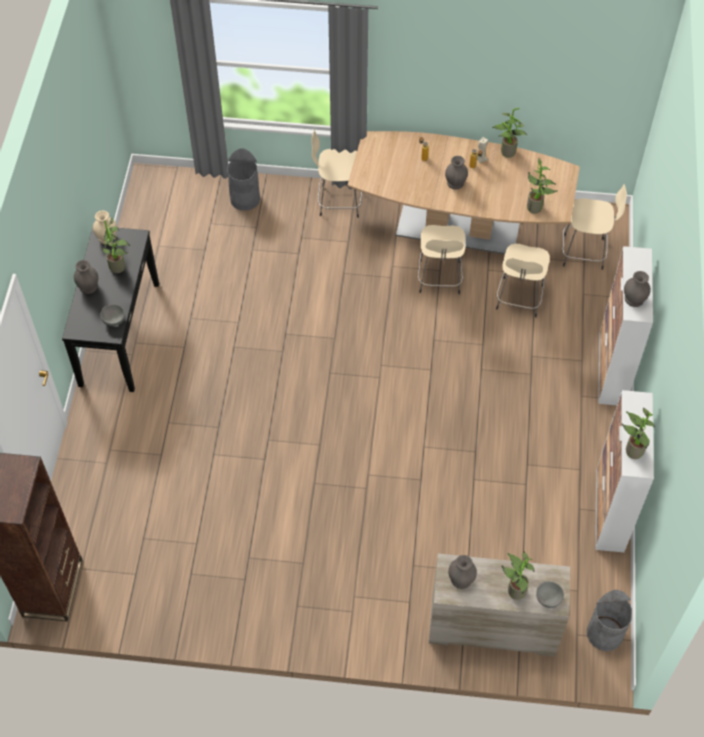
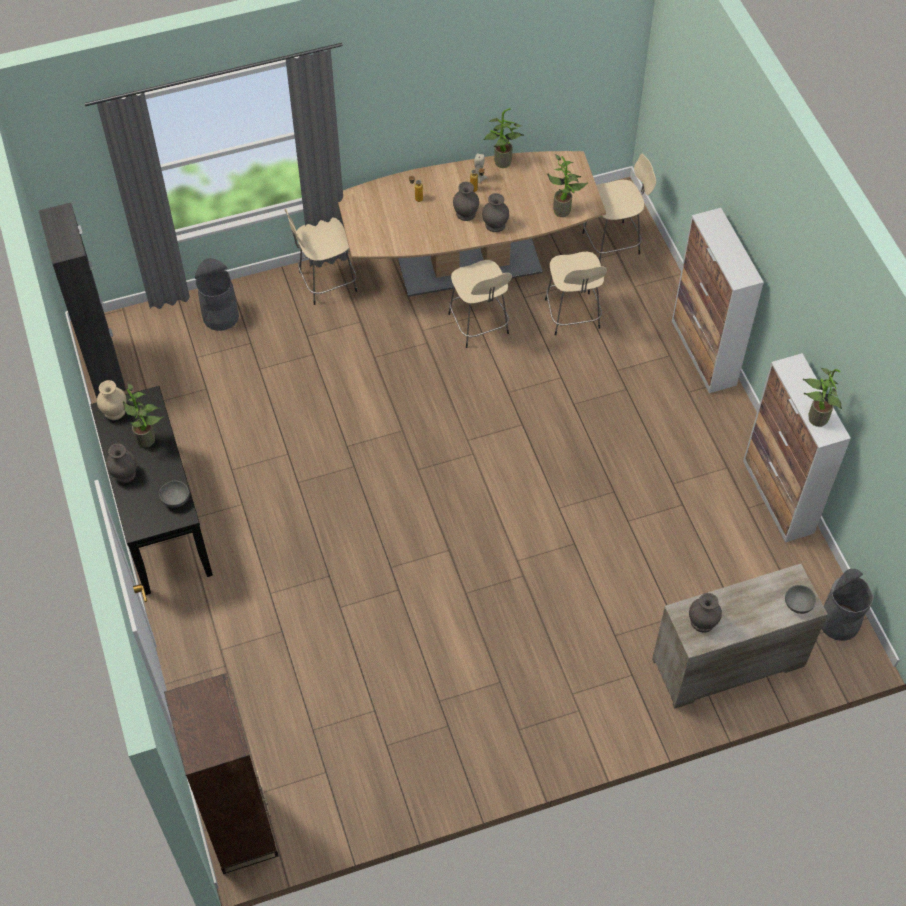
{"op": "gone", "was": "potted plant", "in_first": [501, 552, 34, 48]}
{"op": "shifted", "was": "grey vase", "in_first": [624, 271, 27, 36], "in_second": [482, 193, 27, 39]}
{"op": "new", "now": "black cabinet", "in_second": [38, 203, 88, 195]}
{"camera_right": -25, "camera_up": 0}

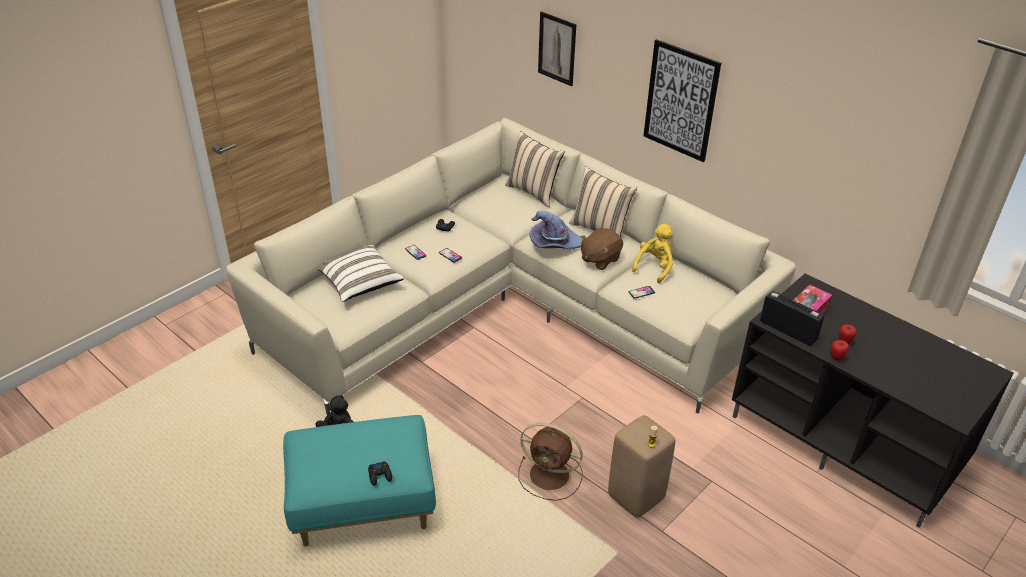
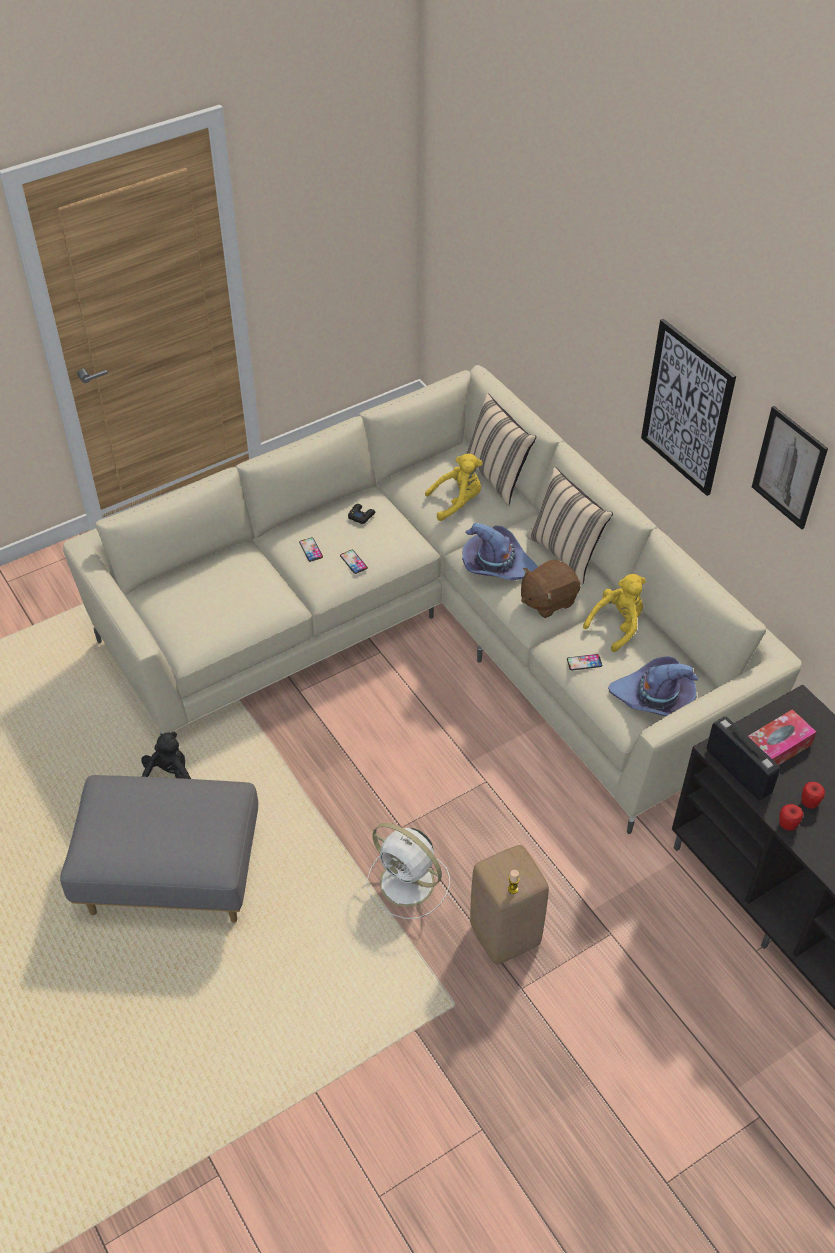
{"op": "repainted", "was": "turquoise ottoman", "now": "grey ottoman", "in_first": [283, 415, 153, 131], "in_second": [60, 775, 198, 148]}
{"op": "gone", "was": "white pillow", "in_first": [319, 245, 85, 57]}
{"op": "gone", "was": "black game controller", "in_first": [368, 461, 24, 25]}
{"op": "repainted", "was": "brown fan", "now": "white fan", "in_first": [518, 423, 65, 78], "in_second": [367, 823, 83, 96]}
{"op": "shifted", "was": "picture", "in_first": [538, 11, 38, 75], "in_second": [752, 406, 76, 124]}
{"op": "new", "now": "yellow plush toy", "in_second": [425, 454, 58, 67]}
{"op": "new", "now": "purple hat", "in_second": [608, 656, 90, 60]}
{"camera_right": 15, "camera_up": 10}

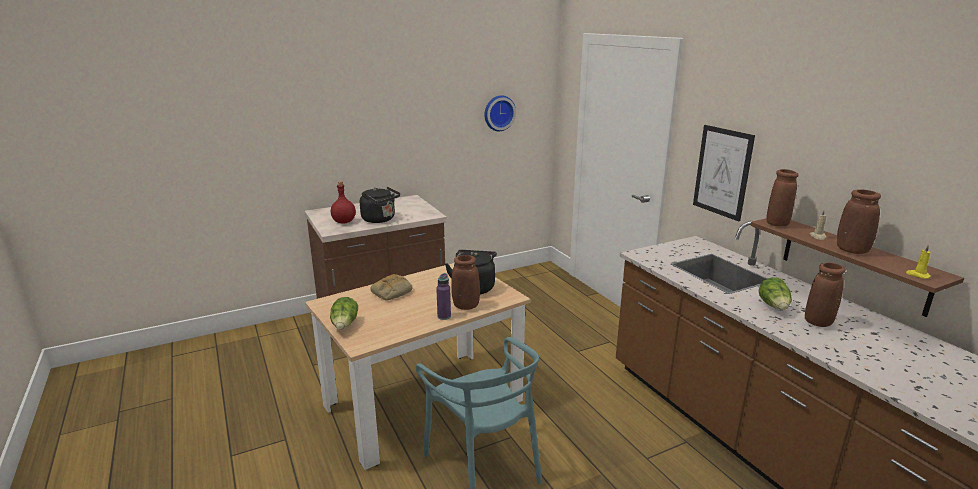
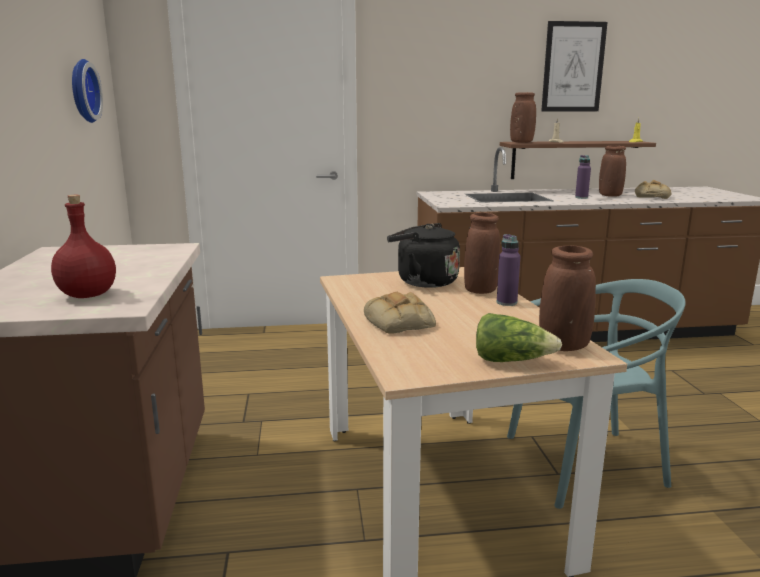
{"op": "gone", "was": "black kettle", "in_first": [360, 187, 40, 36]}
{"op": "shifted", "was": "picture", "in_first": [693, 125, 62, 97], "in_second": [541, 21, 66, 90]}
{"op": "swapped", "was": "lettuce", "now": "purple bottle", "in_first": [759, 277, 33, 33], "in_second": [575, 155, 16, 44]}
{"op": "shifted", "was": "brown vase", "in_first": [837, 189, 44, 65], "in_second": [539, 246, 57, 105]}
{"op": "new", "now": "bread", "in_second": [635, 180, 36, 19]}
{"camera_right": -70, "camera_up": -5}

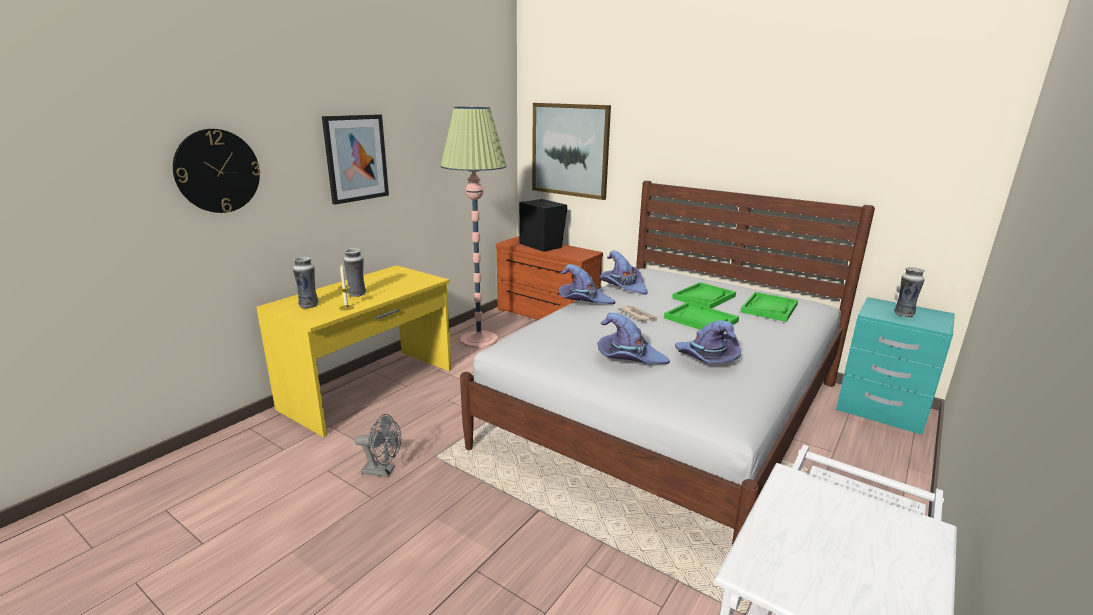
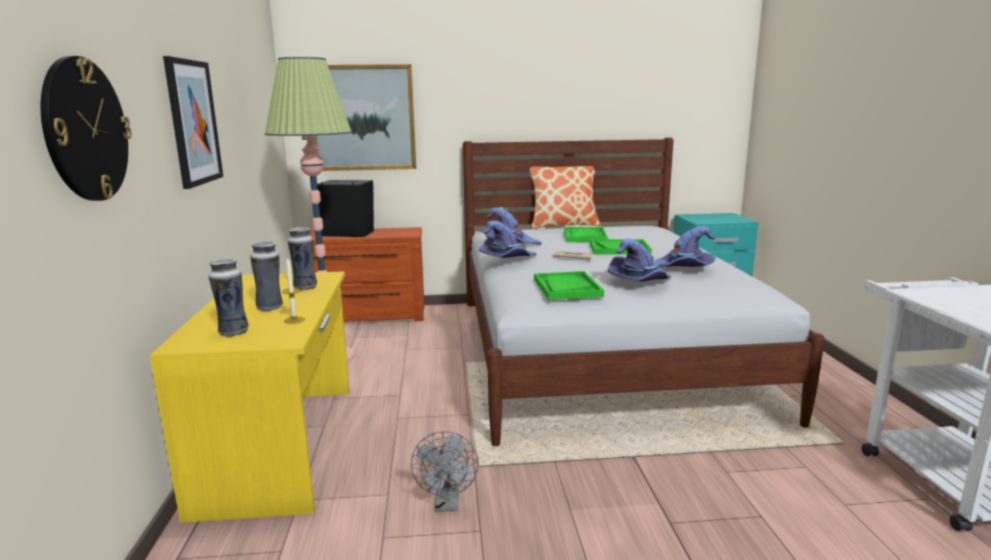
{"op": "rotated", "was": "grey fan", "in_first": [354, 414, 47, 63], "in_second": [411, 431, 68, 81], "clockwise": 120}
{"op": "shifted", "was": "green tray", "in_first": [741, 292, 57, 30], "in_second": [534, 271, 70, 29]}
{"op": "shifted", "was": "vase", "in_first": [894, 267, 31, 50], "in_second": [288, 227, 29, 63]}
{"op": "new", "now": "pillow", "in_second": [530, 166, 71, 63]}
{"camera_right": -40, "camera_up": -5}

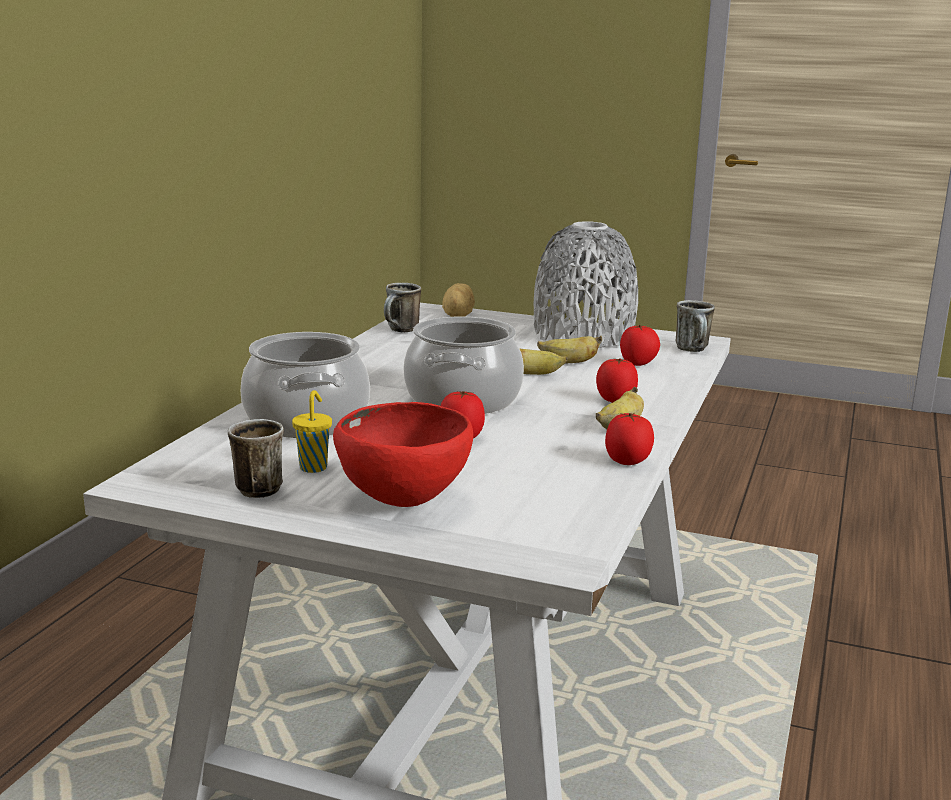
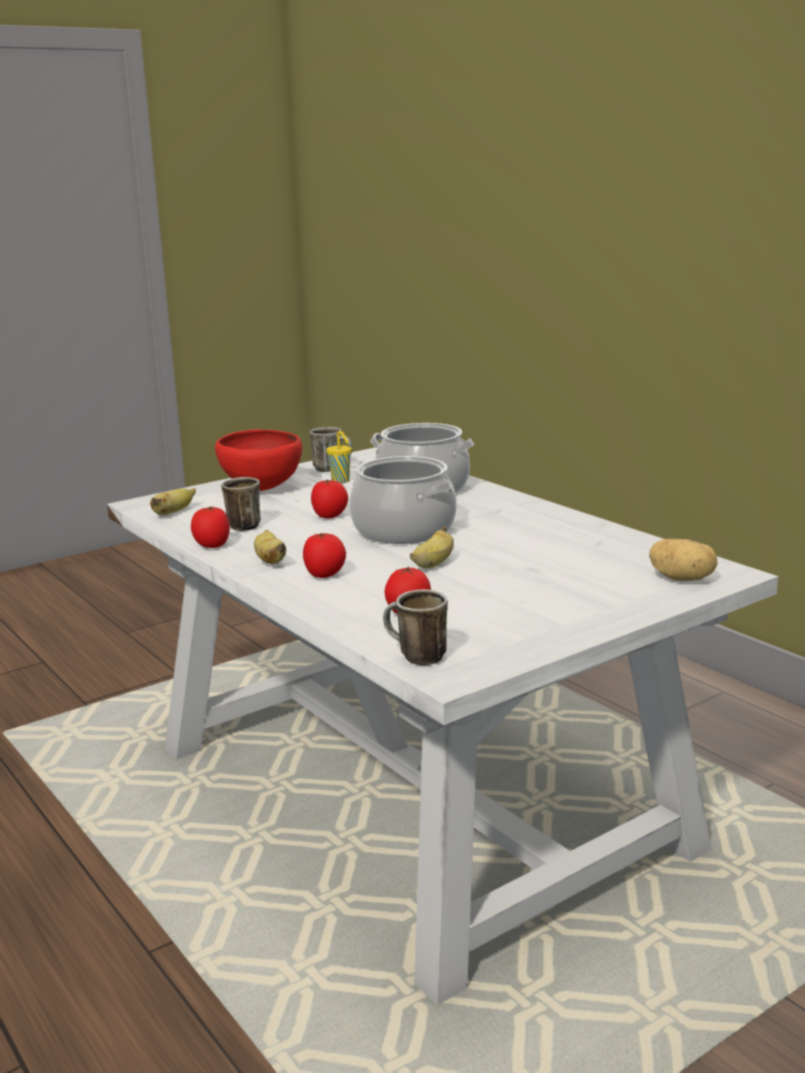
{"op": "shifted", "was": "mug", "in_first": [384, 283, 37, 49], "in_second": [221, 477, 40, 54]}
{"op": "gone", "was": "grey vase", "in_first": [534, 221, 104, 127]}
{"op": "shifted", "was": "banana", "in_first": [537, 336, 65, 27], "in_second": [150, 488, 46, 27]}
{"camera_right": 125, "camera_up": 0}

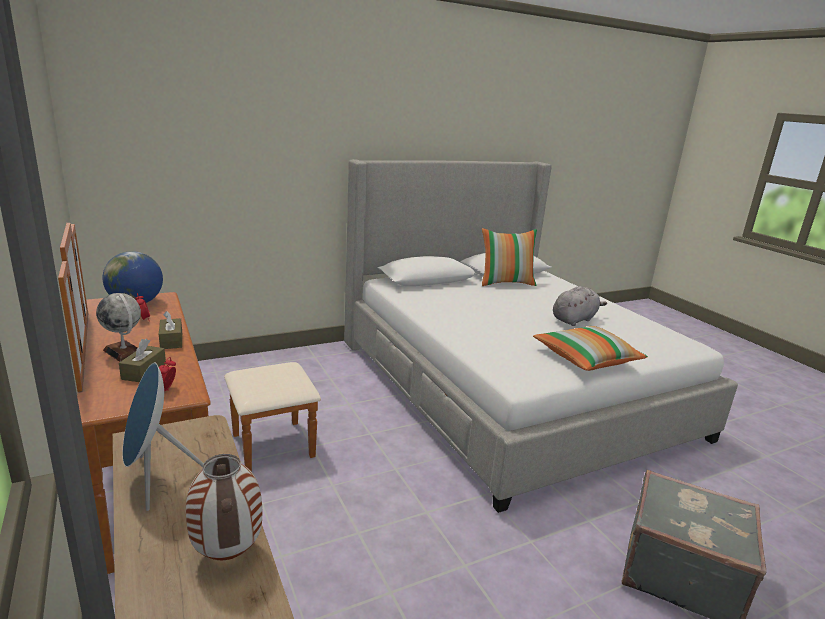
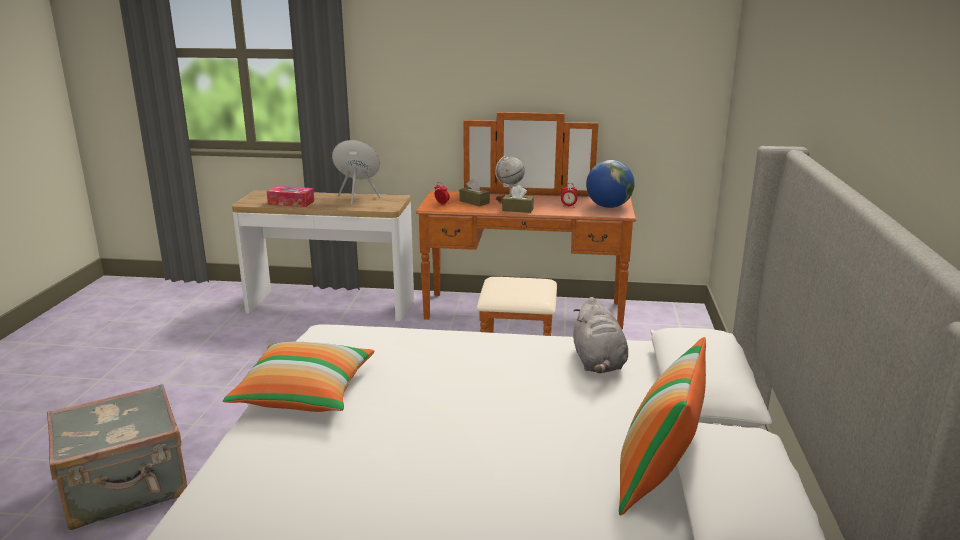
{"op": "swapped", "was": "vase", "now": "tissue box", "in_first": [186, 454, 76, 106], "in_second": [267, 186, 47, 21]}
{"op": "shifted", "was": "grey plush toy", "in_first": [553, 286, 54, 40], "in_second": [573, 297, 55, 76]}
{"camera_right": 125, "camera_up": 0}

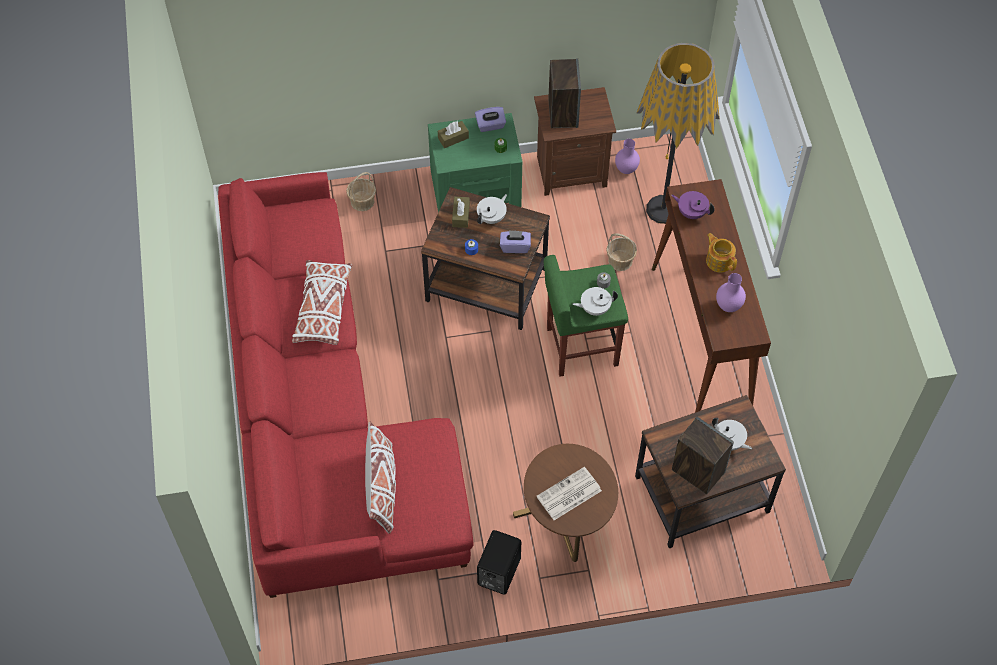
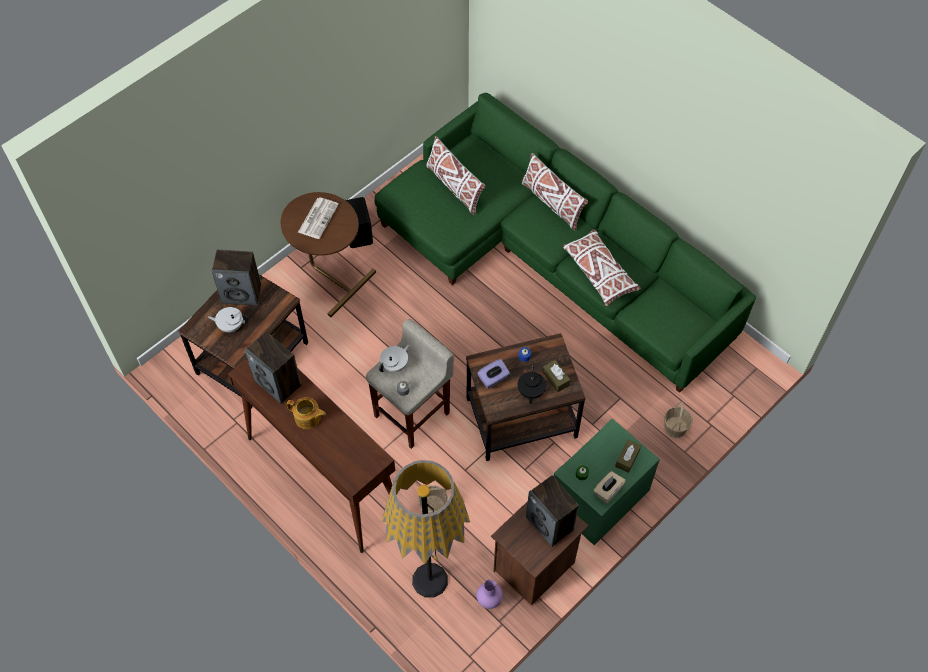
{"op": "repainted", "was": "red sofa", "now": "green sofa", "in_first": [218, 172, 256, 426], "in_second": [375, 93, 381, 300]}
{"op": "repainted", "was": "purple tissue box", "now": "beige tissue box", "in_first": [475, 107, 31, 25], "in_second": [593, 471, 33, 32]}
{"op": "repainted", "was": "white teapot", "now": "black teapot", "in_first": [477, 194, 30, 30], "in_second": [518, 365, 28, 39]}
{"op": "repainted", "was": "green stool", "now": "beige stool", "in_first": [544, 255, 84, 121], "in_second": [366, 319, 88, 130]}
{"op": "gone", "was": "purple teapot", "in_first": [671, 191, 44, 28]}
{"op": "swapped", "was": "purple vase", "now": "speaker", "in_first": [716, 273, 30, 39], "in_second": [245, 332, 56, 72]}
{"op": "new", "now": "white pillow", "in_second": [521, 153, 67, 78]}
{"camera_right": 145, "camera_up": 0}

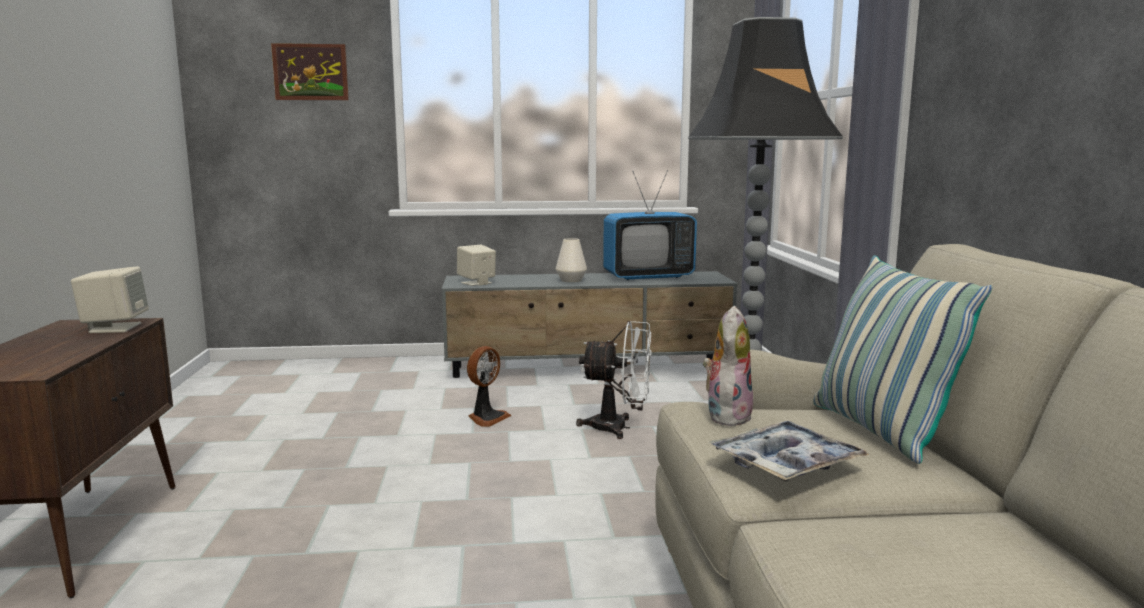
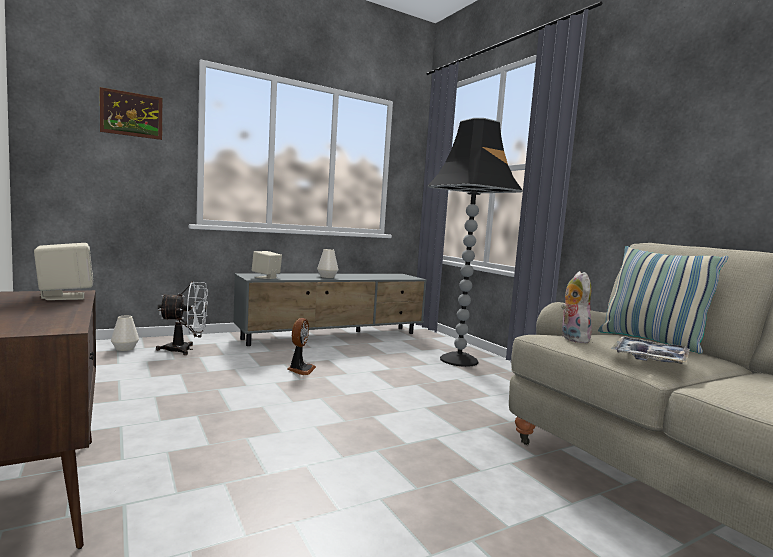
{"op": "shifted", "was": "white fan", "in_first": [576, 321, 75, 118], "in_second": [156, 281, 52, 74]}
{"op": "gone", "was": "television", "in_first": [603, 170, 94, 110]}
{"op": "new", "now": "white vase", "in_second": [111, 316, 28, 35]}
{"camera_right": -25, "camera_up": -5}

